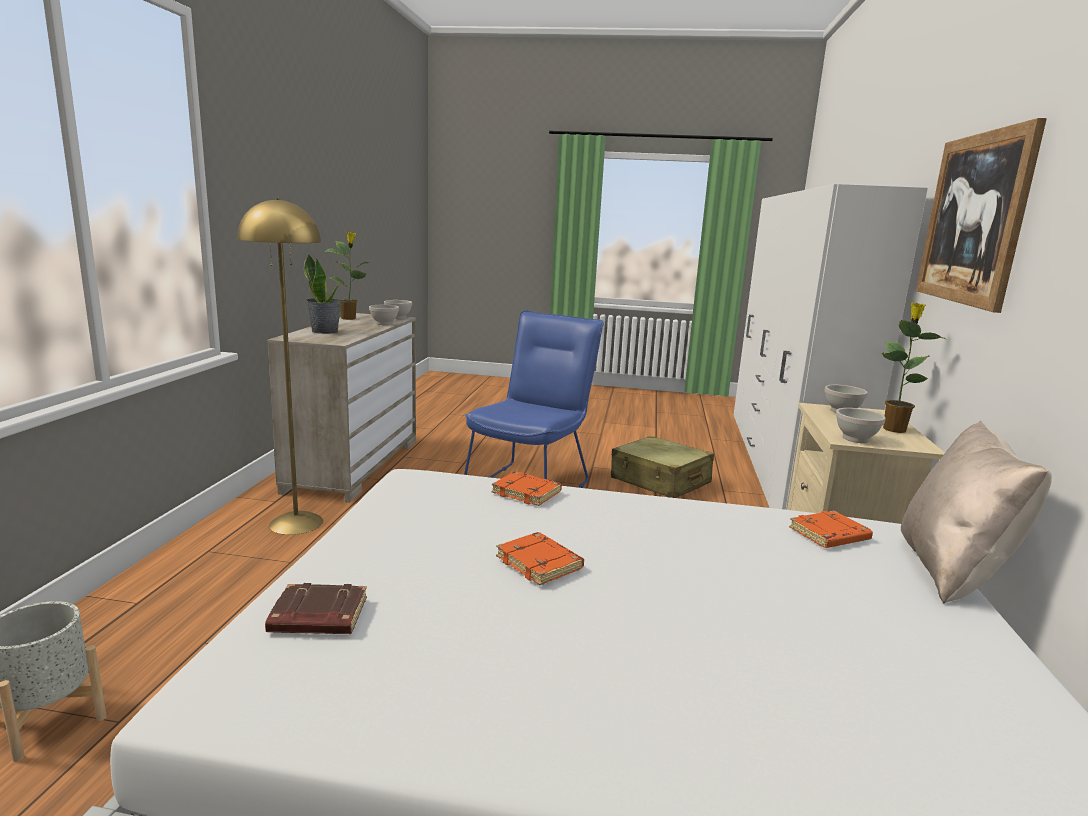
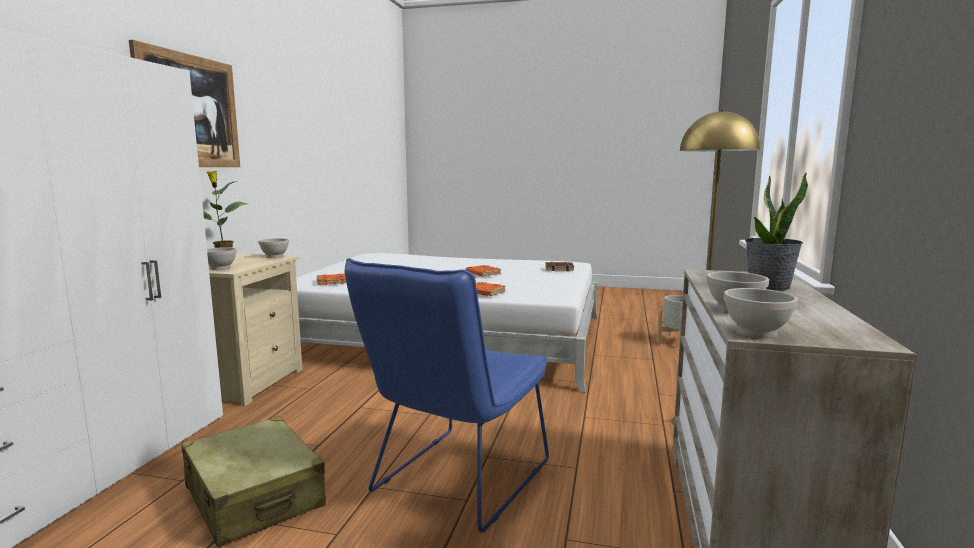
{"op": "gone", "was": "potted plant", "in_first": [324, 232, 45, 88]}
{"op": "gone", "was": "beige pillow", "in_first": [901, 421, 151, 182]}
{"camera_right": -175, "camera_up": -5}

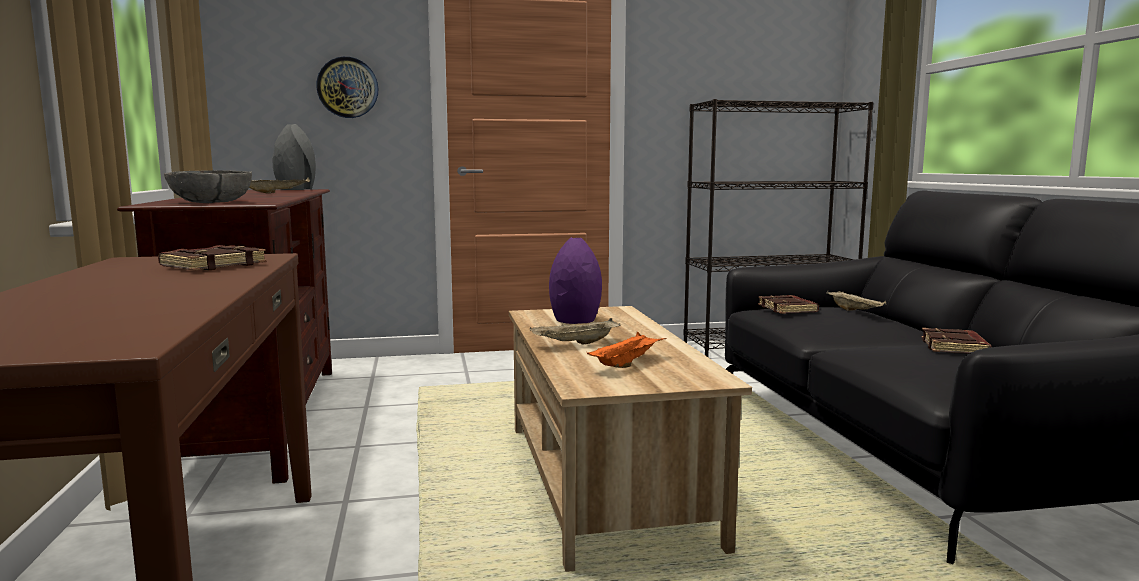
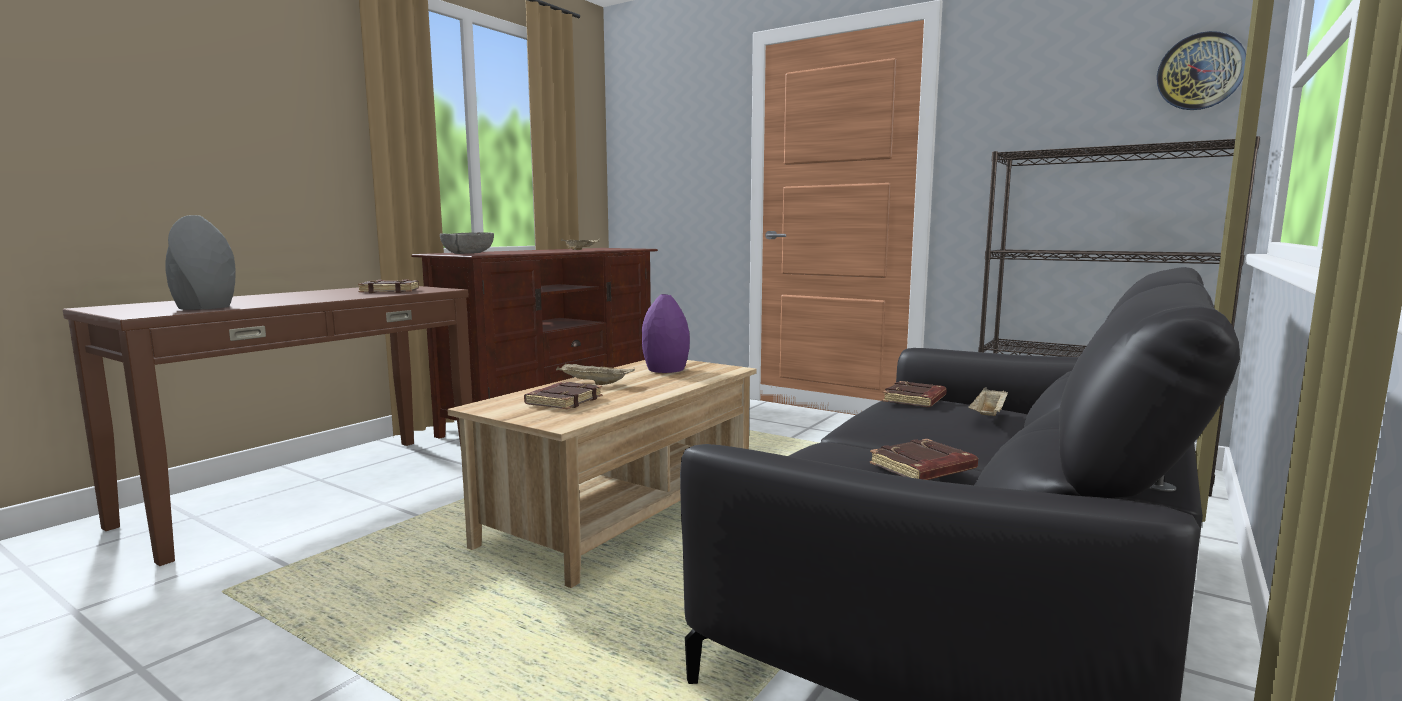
{"op": "shifted", "was": "grey vase", "in_first": [272, 124, 44, 66], "in_second": [165, 215, 70, 95]}
{"op": "shifted", "was": "wall clock", "in_first": [316, 57, 63, 61], "in_second": [1157, 31, 89, 79]}
{"op": "swapped", "was": "orange tray", "now": "brown book", "in_first": [587, 332, 79, 36], "in_second": [524, 382, 78, 27]}
{"camera_right": 45, "camera_up": 0}

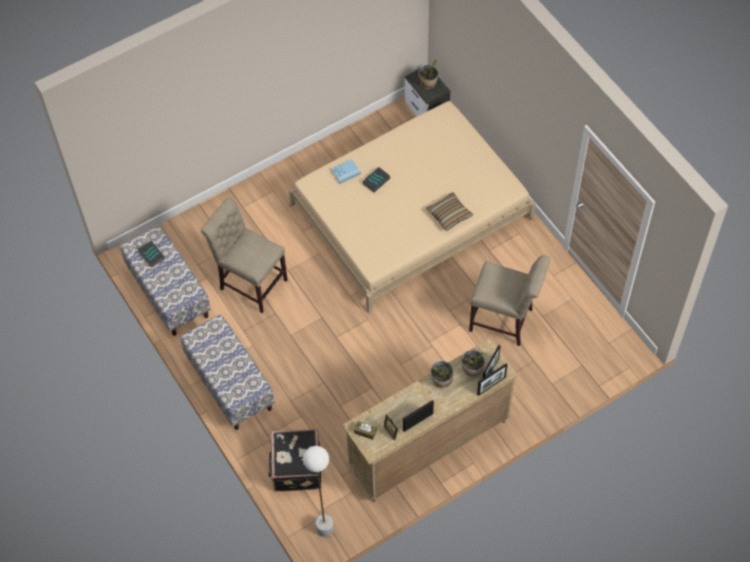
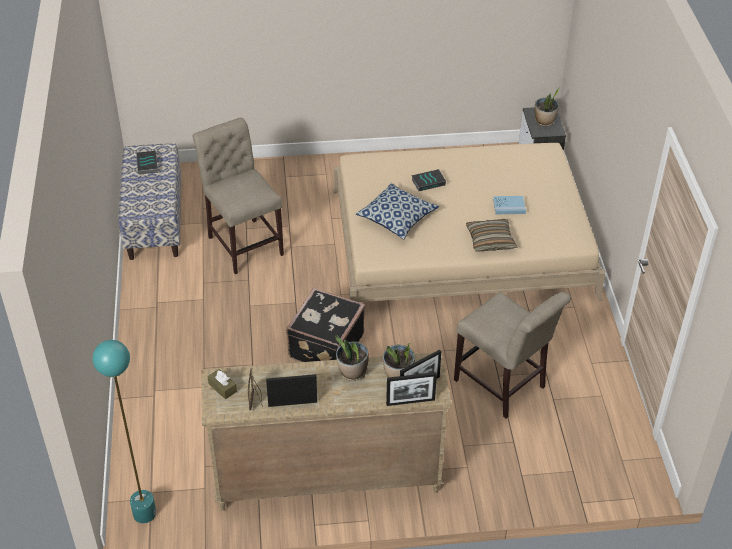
{"op": "gone", "was": "bench", "in_first": [180, 315, 95, 115]}
{"op": "shifted", "was": "black suitcase", "in_first": [269, 429, 52, 63], "in_second": [286, 288, 79, 74]}
{"op": "repainted", "was": "white floor lamp", "now": "turquoise floor lamp", "in_first": [303, 446, 31, 91], "in_second": [93, 340, 63, 183]}
{"op": "shifted", "was": "blue book", "in_first": [331, 160, 30, 24], "in_second": [493, 196, 33, 18]}
{"op": "new", "now": "pillow", "in_second": [356, 183, 83, 56]}
{"camera_right": 25, "camera_up": -15}

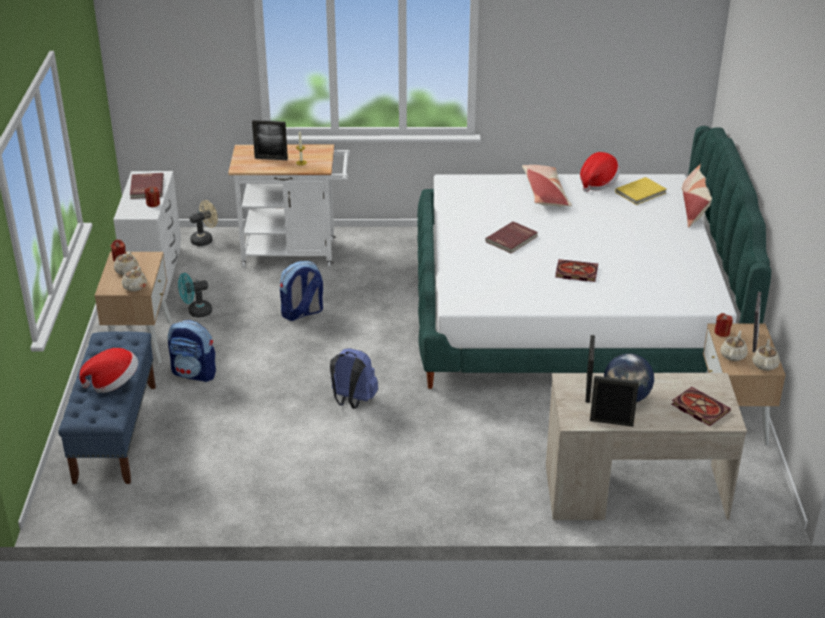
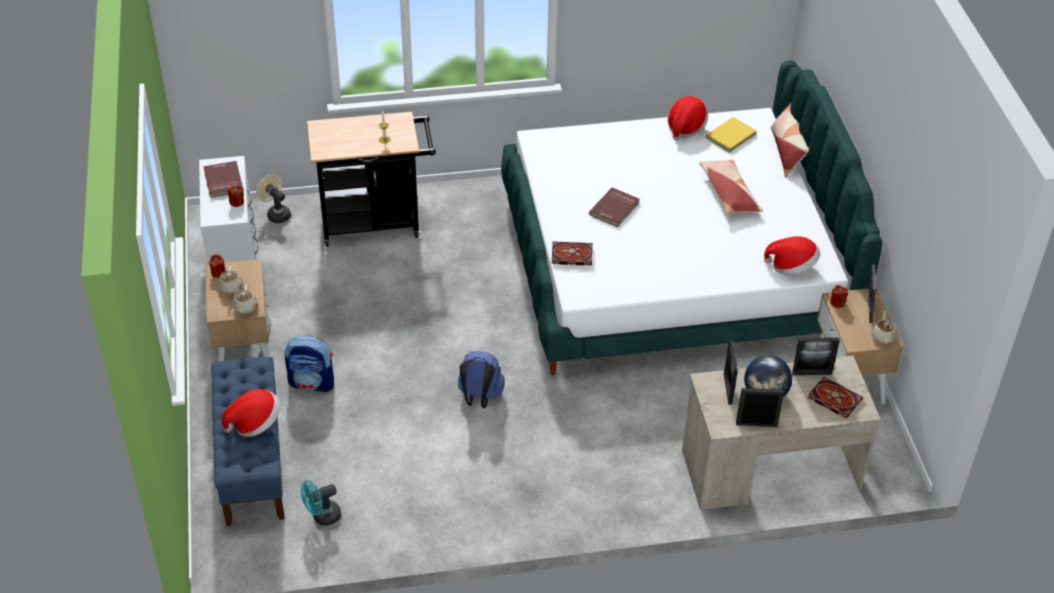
{"op": "shifted", "was": "turquoise fan", "in_first": [178, 273, 34, 45], "in_second": [301, 480, 40, 46]}
{"op": "rotated", "was": "beige fan", "in_first": [189, 200, 29, 46], "in_second": [256, 174, 35, 49], "clockwise": -90}
{"op": "repainted", "was": "white cart", "now": "black cart", "in_first": [228, 145, 122, 123], "in_second": [307, 112, 129, 135]}
{"op": "shifted", "was": "picture frame", "in_first": [252, 120, 36, 40], "in_second": [792, 337, 48, 38]}
{"op": "gone", "was": "backpack", "in_first": [280, 261, 43, 60]}
{"op": "shifted", "was": "pillow", "in_first": [522, 165, 50, 42], "in_second": [699, 160, 64, 54]}
{"op": "shifted", "was": "book", "in_first": [555, 259, 43, 23], "in_second": [552, 241, 41, 24]}
{"op": "gone", "was": "beige teapot", "in_first": [720, 330, 28, 31]}
{"op": "new", "now": "hat", "in_second": [764, 236, 56, 39]}
{"camera_right": -10, "camera_up": 10}

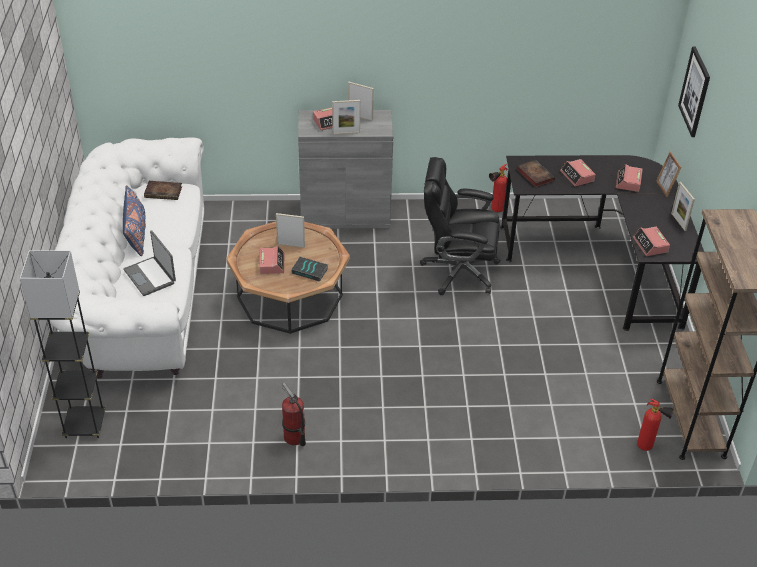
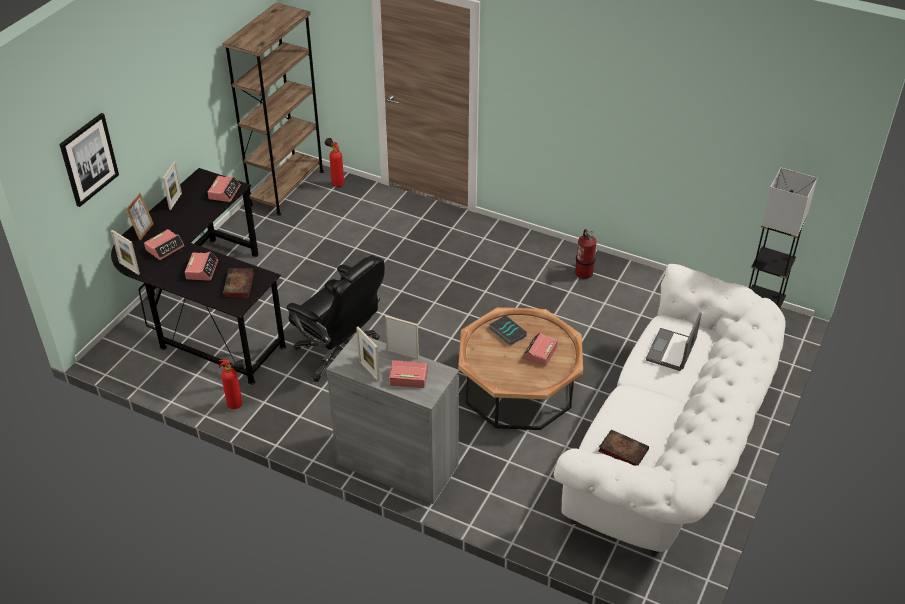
{"op": "gone", "was": "blue pillow", "in_first": [123, 185, 23, 71]}
{"op": "rotated", "was": "laptop", "in_first": [123, 230, 53, 66], "in_second": [646, 313, 55, 58], "clockwise": -150}
{"op": "shifted", "was": "picture frame", "in_first": [276, 213, 29, 35], "in_second": [111, 230, 29, 45]}
{"camera_right": -150, "camera_up": 0}

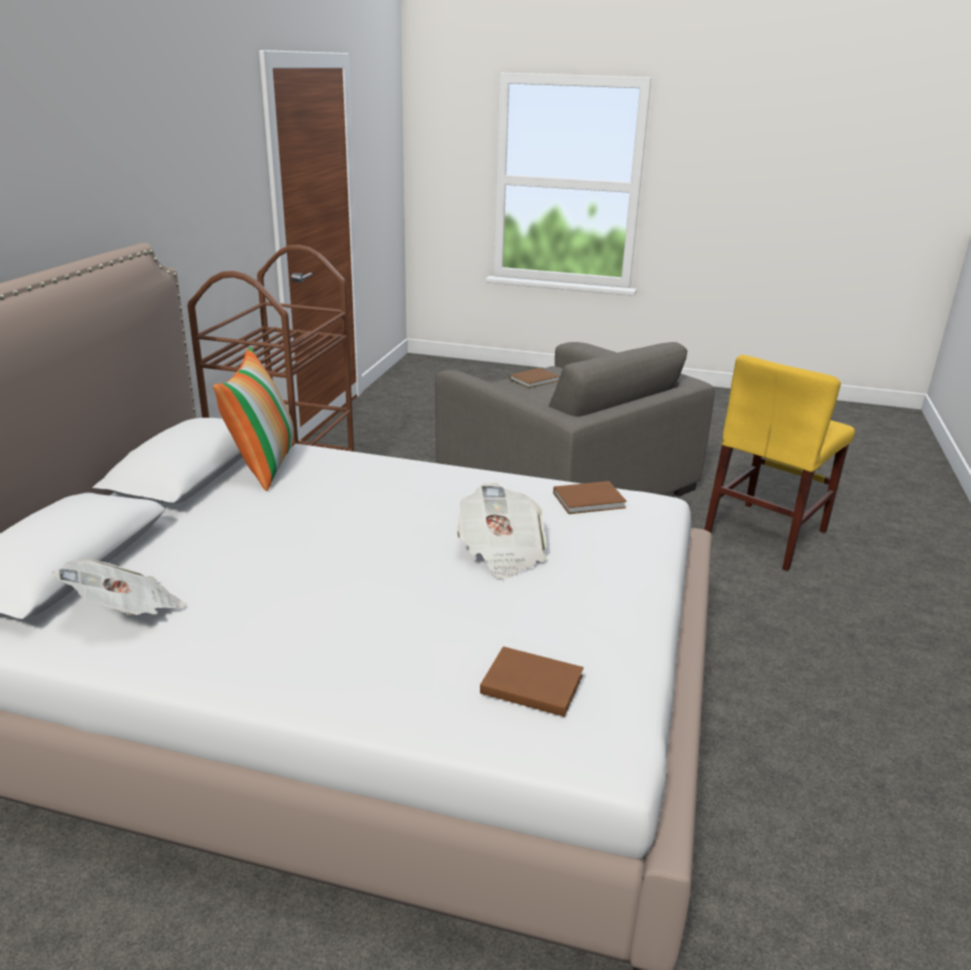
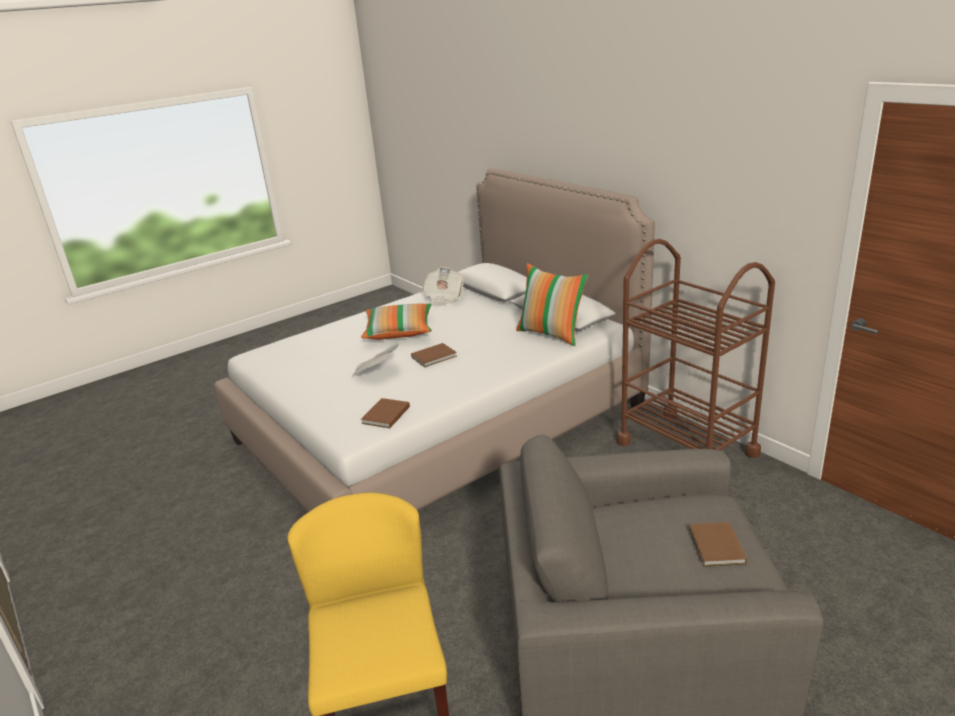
{"op": "shifted", "was": "brown book", "in_first": [480, 646, 104, 71], "in_second": [411, 343, 46, 24]}
{"op": "new", "now": "pillow", "in_second": [361, 304, 71, 36]}
{"camera_right": 130, "camera_up": 0}

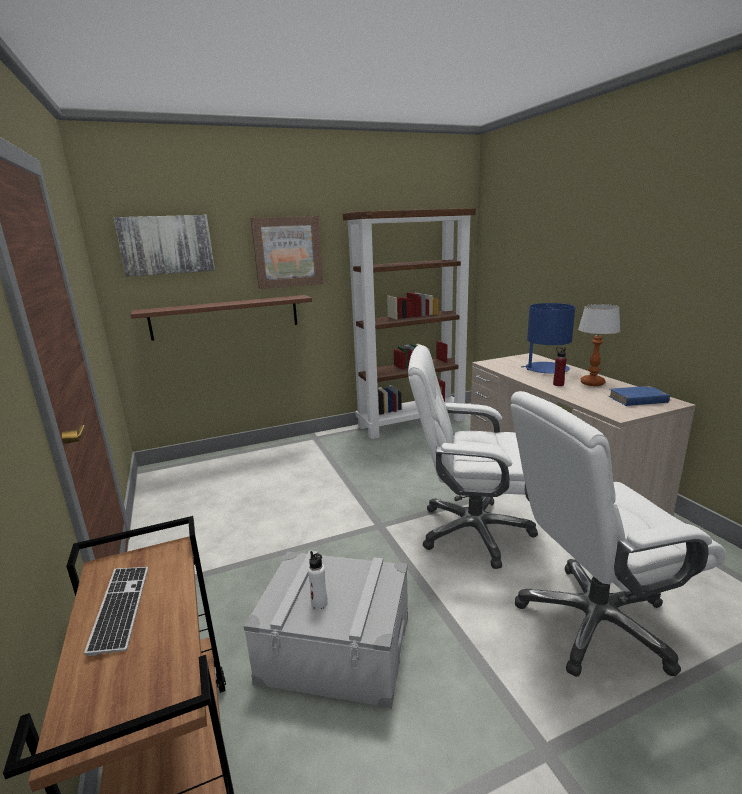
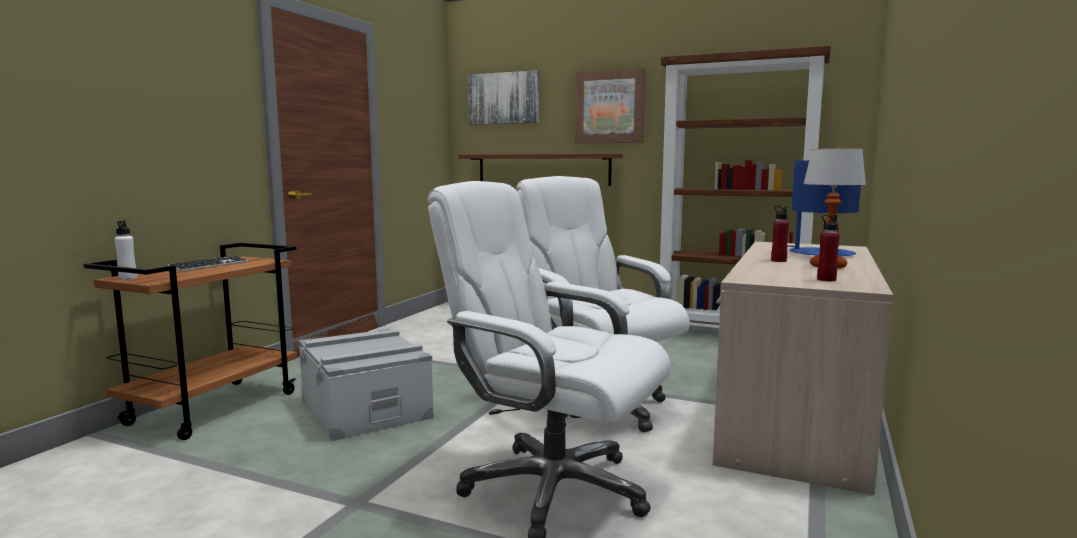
{"op": "shifted", "was": "white bottle", "in_first": [308, 551, 20, 58], "in_second": [114, 220, 23, 60]}
{"op": "swapped", "was": "blue book", "now": "red bottle", "in_first": [609, 386, 62, 20], "in_second": [817, 215, 23, 66]}
{"camera_right": 45, "camera_up": -10}

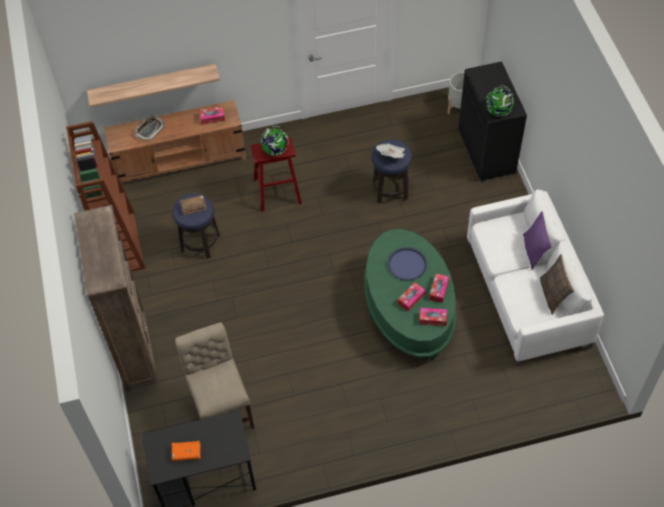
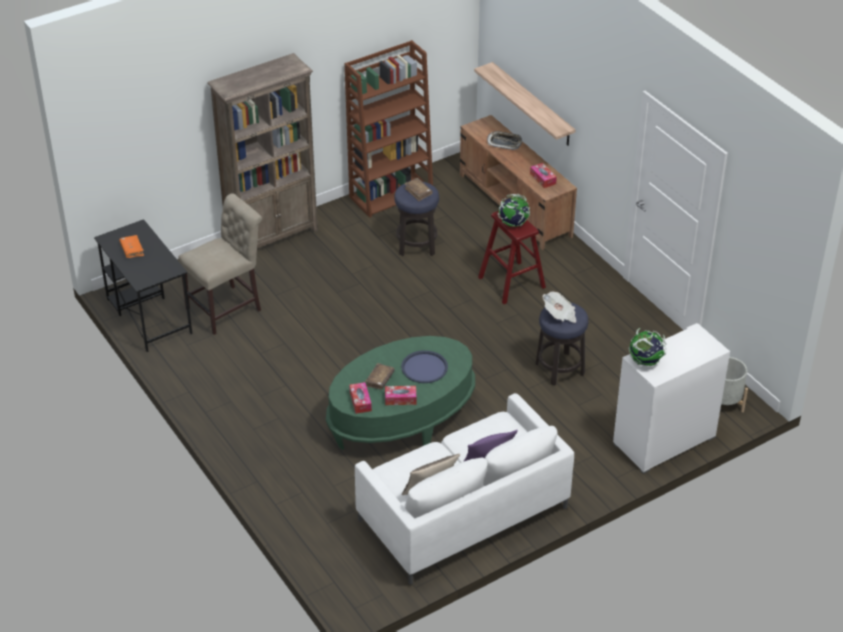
{"op": "swapped", "was": "tissue box", "now": "brown book", "in_first": [398, 282, 28, 30], "in_second": [365, 363, 30, 27]}
{"op": "repainted", "was": "black cabinet", "now": "white cabinet", "in_first": [458, 61, 69, 121], "in_second": [613, 323, 117, 151]}
{"camera_right": 70, "camera_up": -15}

